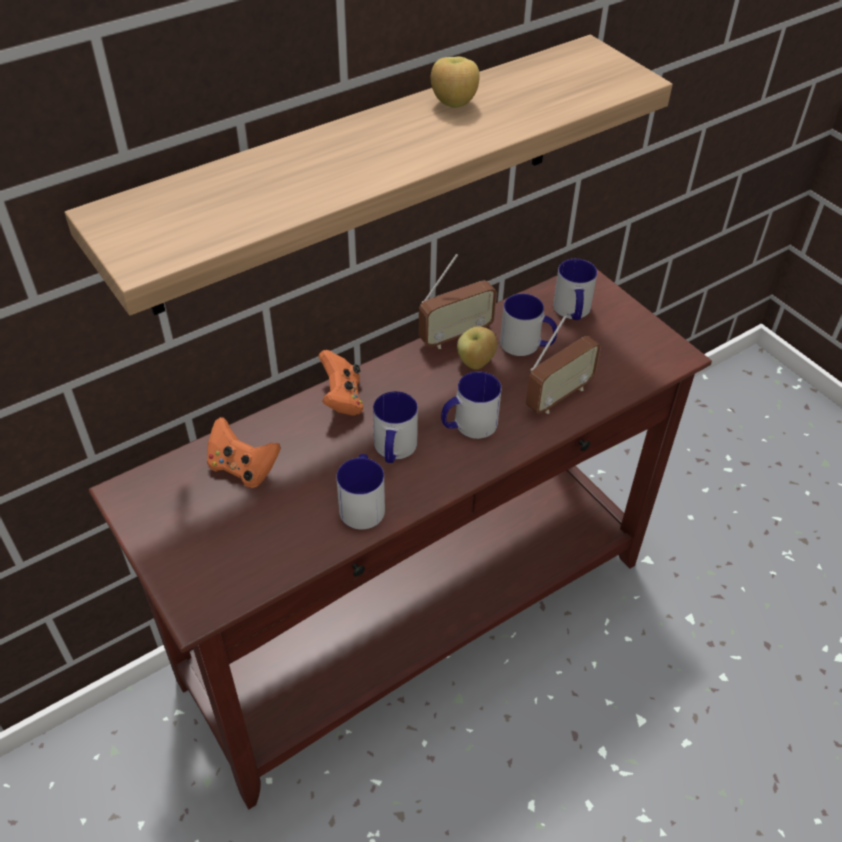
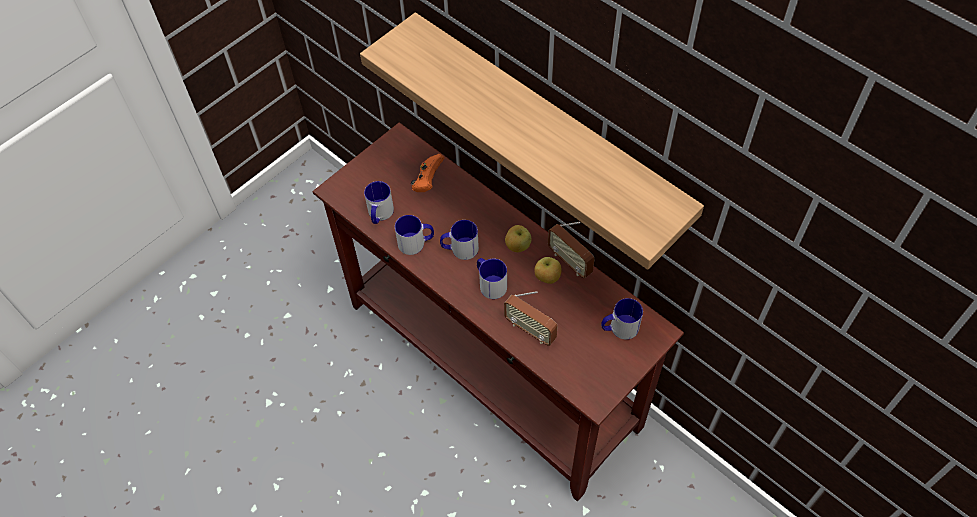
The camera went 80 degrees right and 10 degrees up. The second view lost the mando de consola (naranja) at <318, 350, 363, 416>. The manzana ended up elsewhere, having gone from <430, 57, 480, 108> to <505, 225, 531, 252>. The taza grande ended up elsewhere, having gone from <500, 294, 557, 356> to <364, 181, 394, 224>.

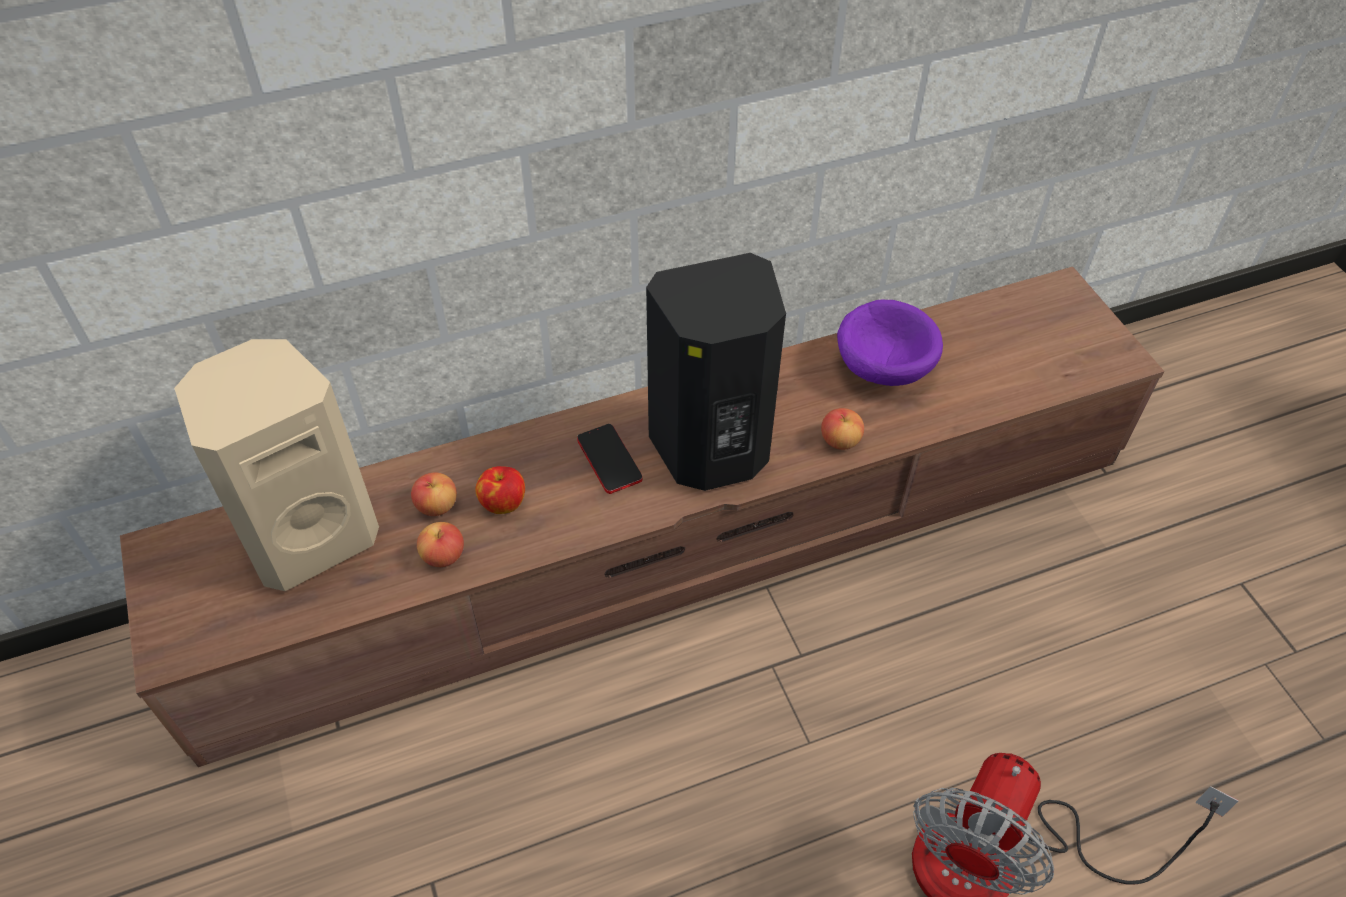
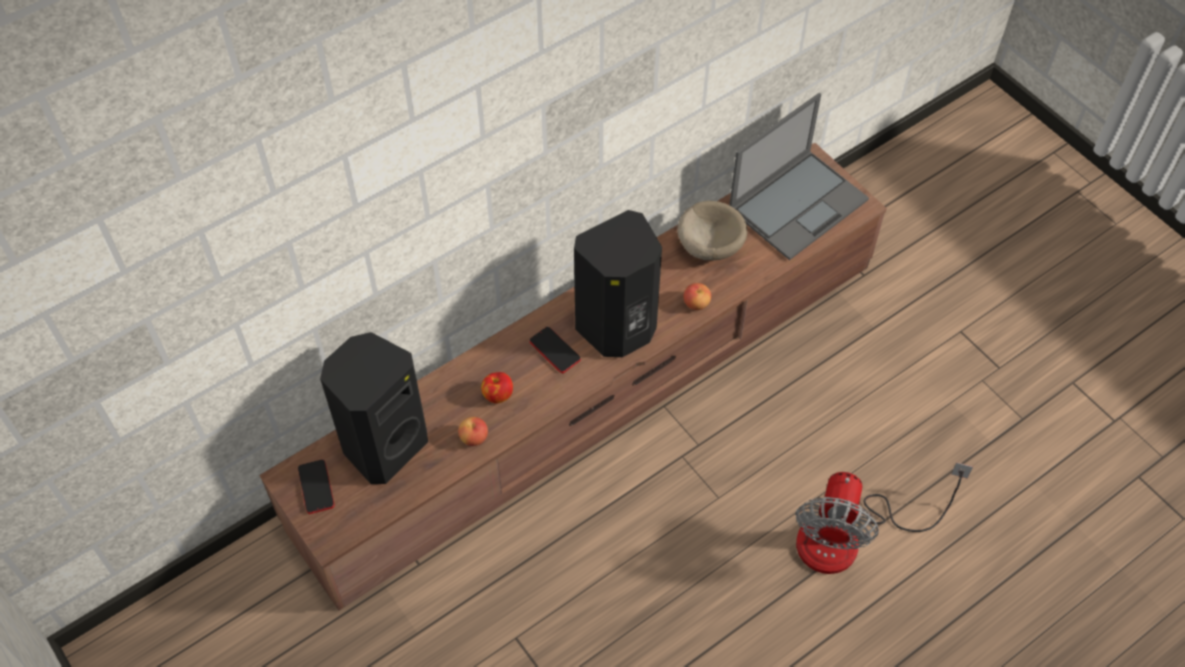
The camera went 15 degrees left and 5 degrees up. What was the altavoz (beis) at <174, 339, 379, 591> turned into the altavoz (negro) at <320, 332, 428, 484>. The second view lost the manzana at <411, 473, 457, 516>. What was the cuenco (morado) at <837, 299, 943, 386> turned into the cuenco (beis) at <677, 201, 747, 260>. The second view gained the móvil at <298, 459, 334, 514>. The second view gained the portátil at <729, 93, 869, 260>.

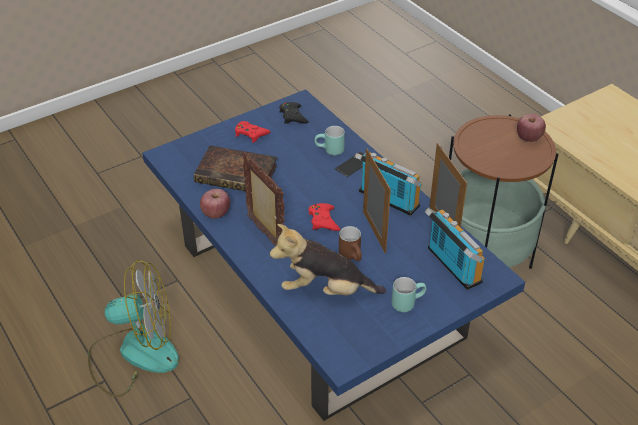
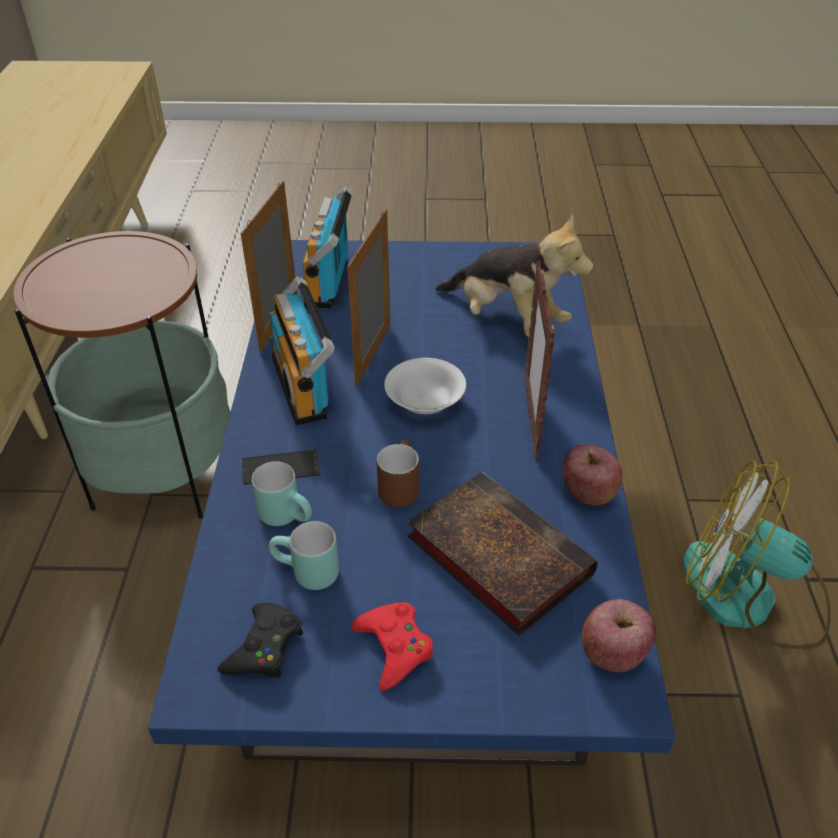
The camera went 145 degrees left and 0 degrees up. Where the mando de consola (rojo) stood at <309, 203, 340, 231>, the cuenco (blanco) came to stand at <384, 358, 466, 414>. The taza grande (marrón) ended up elsewhere, having gone from <339, 226, 362, 261> to <377, 439, 419, 508>. The taza grande (turquesa) ended up elsewhere, having gone from <392, 277, 426, 312> to <269, 521, 339, 590>. The manzana ended up elsewhere, having gone from <517, 114, 546, 142> to <582, 599, 656, 672>.

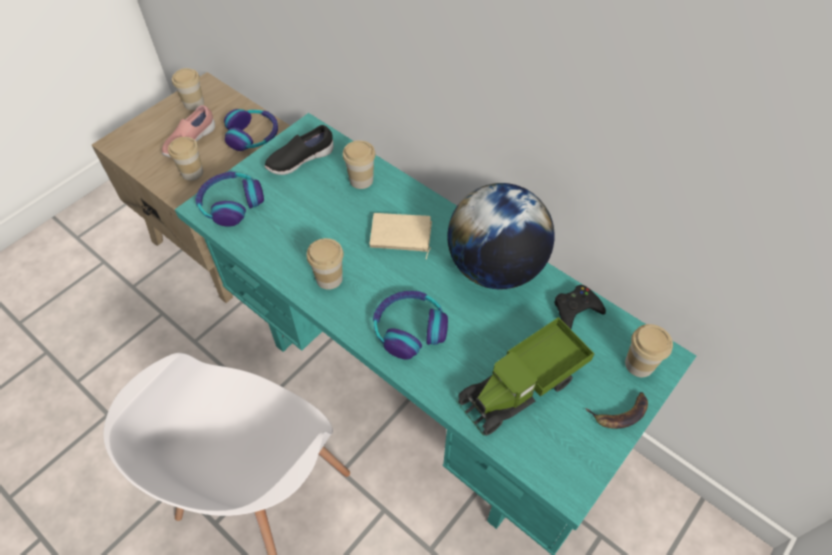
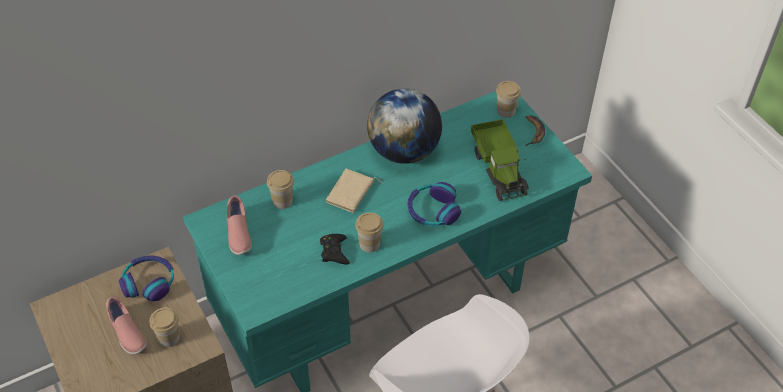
The camera went 70 degrees left and 5 degrees down. The second view lost the taza at <172, 68, 204, 110>. The second view lost the auriculares at <195, 172, 264, 227>. What was the zapato (negro) at <265, 125, 333, 175> turned into the zapato (rosa) at <227, 195, 252, 255>. The mando de consola (negro) ended up elsewhere, having gone from <554, 285, 606, 329> to <320, 234, 350, 264>.

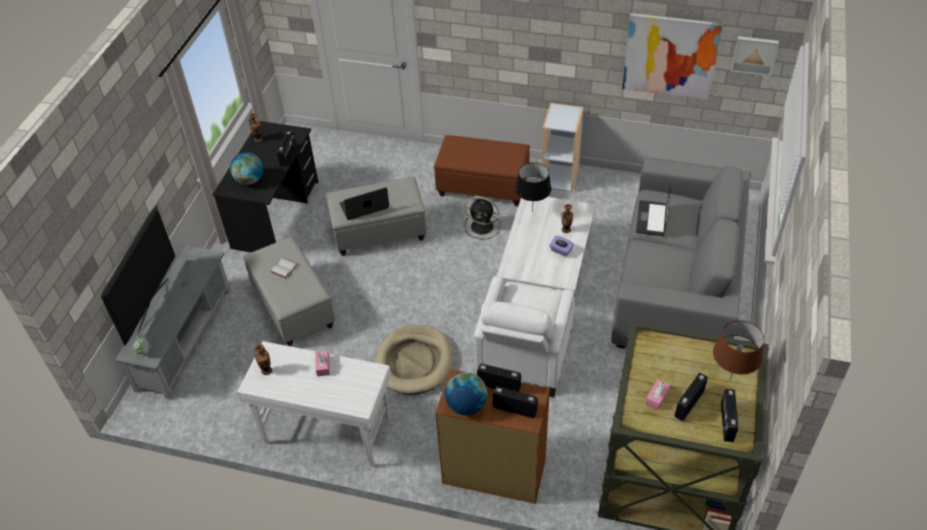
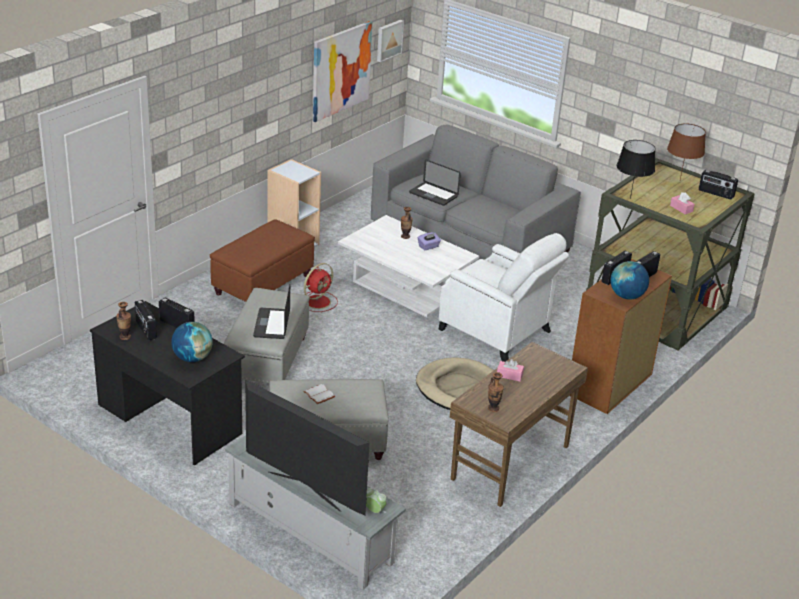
The camera went 70 degrees left and 15 degrees down. What was the mesa consola (blanco) at <237, 341, 391, 467> turned into the mesa consola (marrón) at <450, 342, 588, 507>. What was the ventilador (negro) at <464, 196, 501, 239> turned into the ventilador (rojo) at <304, 263, 338, 312>. The lámpara de mesa (negro) ended up elsewhere, having gone from <515, 162, 551, 212> to <617, 140, 655, 199>. The radio ended up elsewhere, having gone from <674, 373, 708, 421> to <135, 300, 157, 341>.

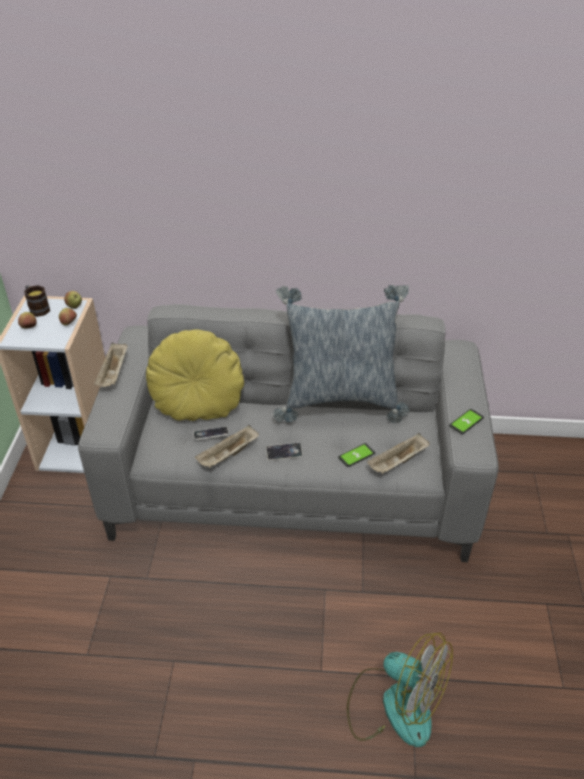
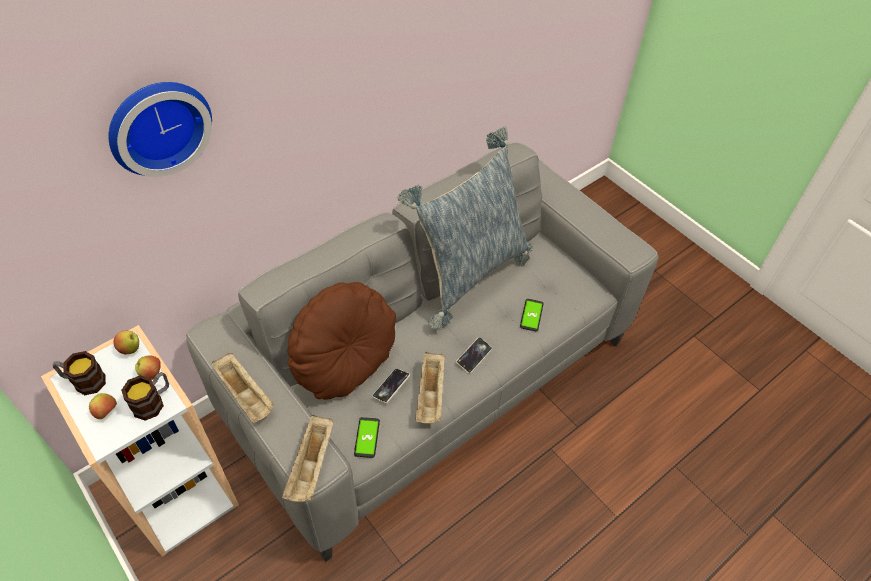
The camera went 45 degrees left and 10 degrees up. What was the cojín (amarillo) at <146, 329, 244, 421> turned into the cojín (marrón) at <287, 282, 396, 400>. The second view lost the ventilador at <347, 633, 453, 747>. The bandeja (beis) ended up elsewhere, having gone from <367, 433, 430, 474> to <282, 415, 334, 502>. The móvil ended up elsewhere, having gone from <449, 409, 484, 434> to <354, 417, 380, 458>. The second view gained the reloj de pared at <108, 82, 212, 177>. The second view gained the taza grande at <121, 372, 169, 421>.

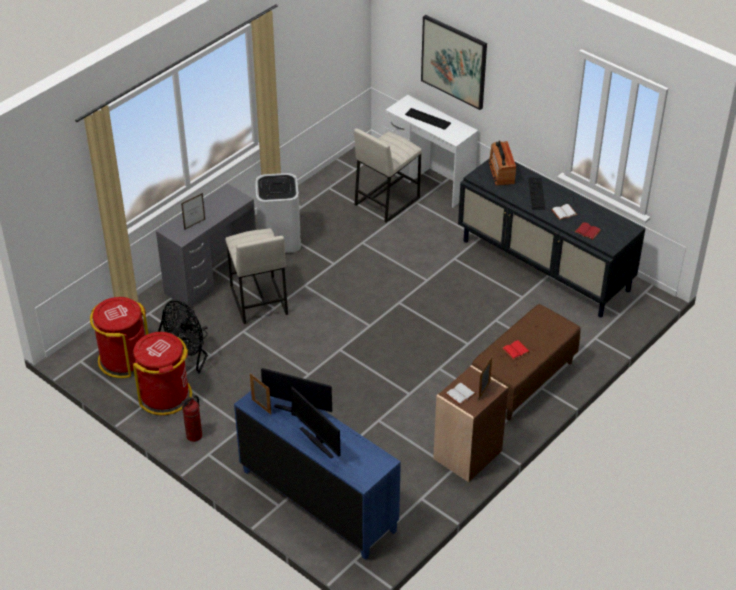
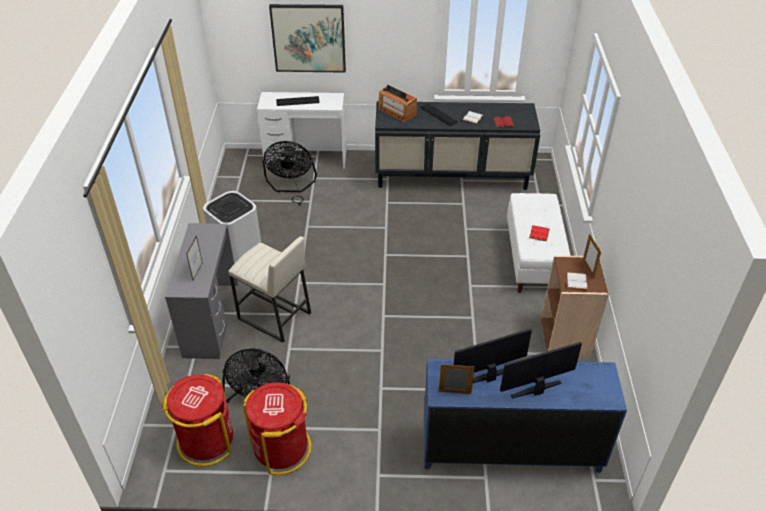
The camera went 40 degrees left and 0 degrees up. The second view lost the extintor at <181, 395, 202, 442>. The monitor at <291, 387, 341, 458> ended up facing another way, 150 degrees clockwise from before. Where the taburete (beis) stood at <354, 128, 422, 223>, the ventilador (negro) came to stand at <262, 141, 317, 205>. What was the banco (marrón) at <472, 304, 581, 420> turned into the banco (blanco) at <507, 193, 571, 293>.

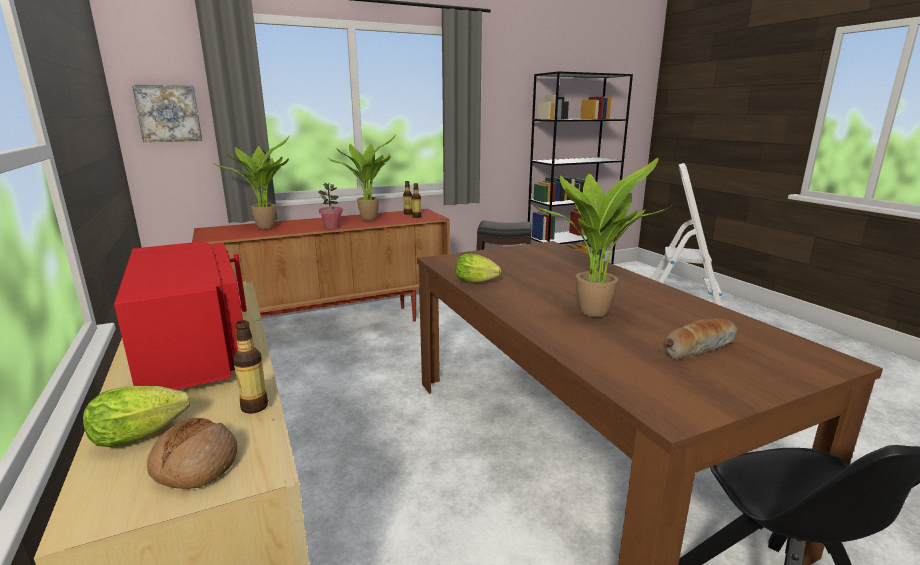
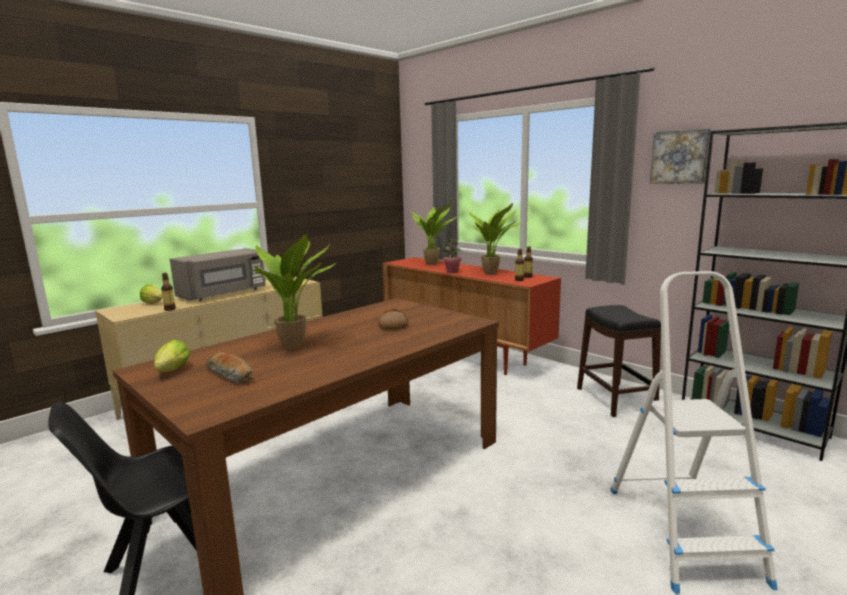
The camera went 70 degrees right and 5 degrees down. What was the microondas (rojo) at <114, 241, 247, 390> turned into the microondas (gris) at <170, 248, 266, 301>. The cuadro ended up elsewhere, having gone from <132, 85, 202, 142> to <650, 128, 710, 184>. The pan ended up elsewhere, having gone from <147, 418, 237, 489> to <378, 308, 408, 330>. The lechuga ended up elsewhere, having gone from <455, 253, 502, 283> to <154, 339, 190, 372>.

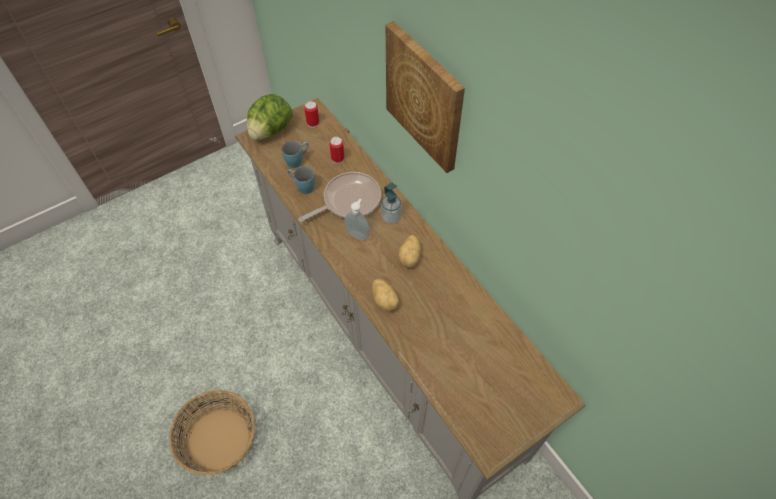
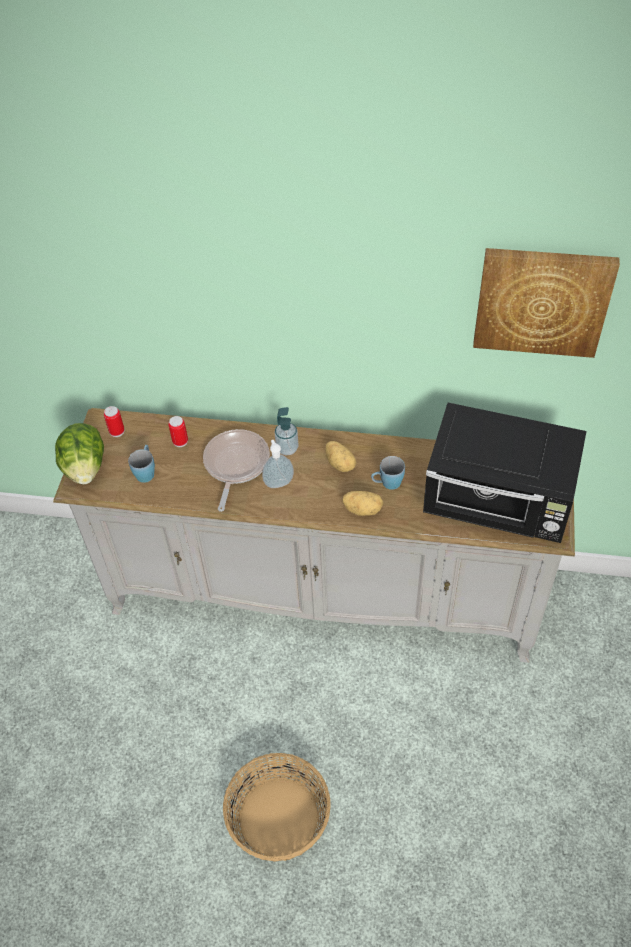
The camera went 45 degrees left and 5 degrees down. The taza grande (azul) ended up elsewhere, having gone from <287, 166, 315, 194> to <371, 456, 405, 490>. The cuadro ended up elsewhere, having gone from <385, 21, 465, 173> to <473, 248, 620, 358>. The second view gained the microondas (negro) at <423, 403, 587, 543>.

